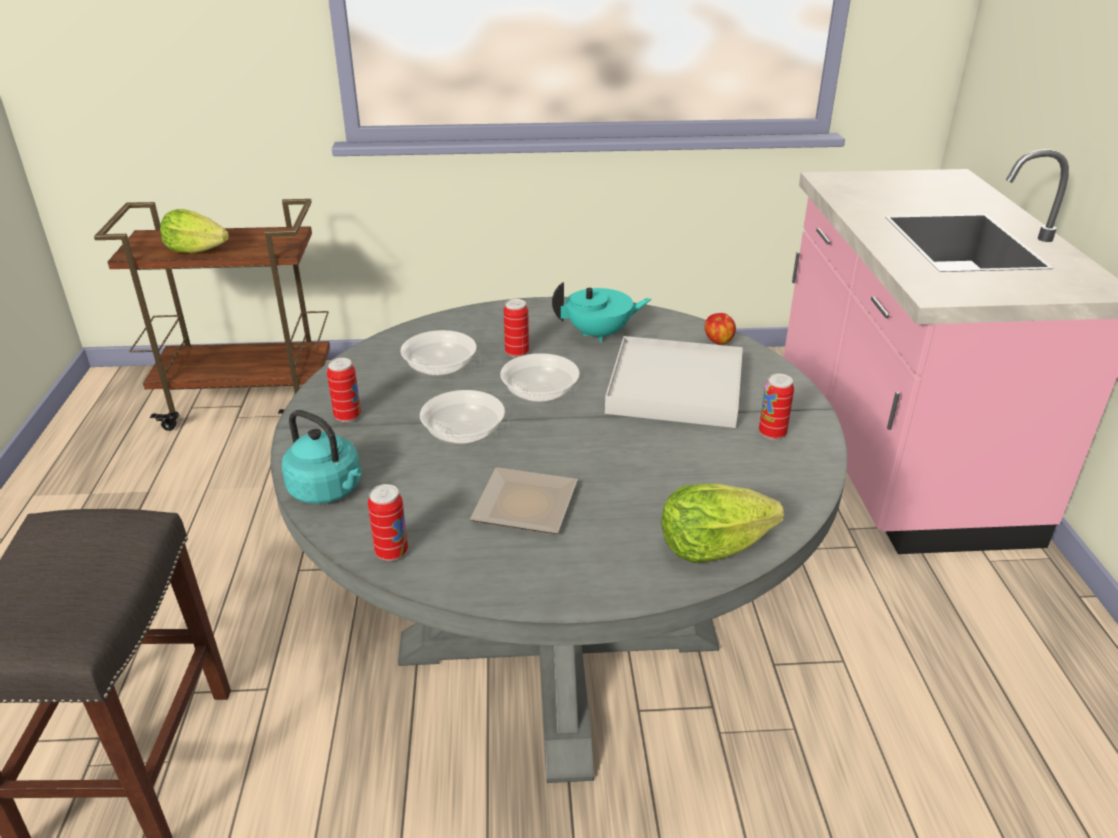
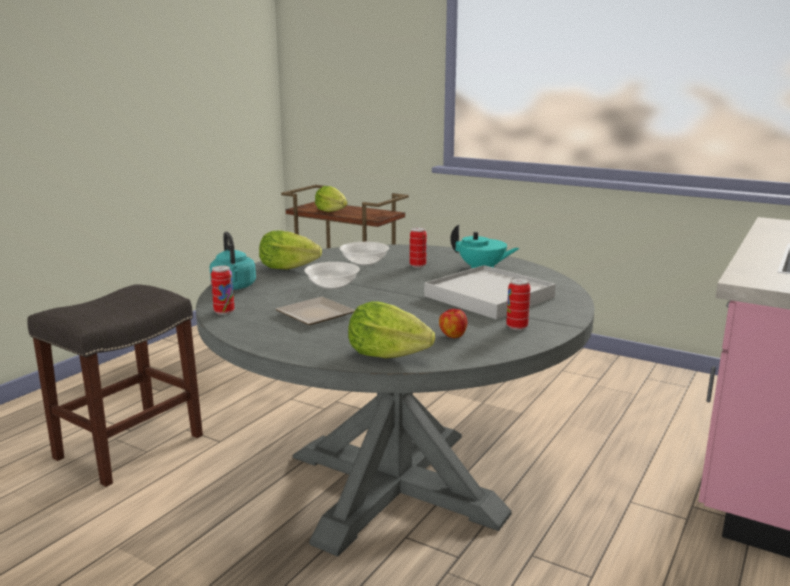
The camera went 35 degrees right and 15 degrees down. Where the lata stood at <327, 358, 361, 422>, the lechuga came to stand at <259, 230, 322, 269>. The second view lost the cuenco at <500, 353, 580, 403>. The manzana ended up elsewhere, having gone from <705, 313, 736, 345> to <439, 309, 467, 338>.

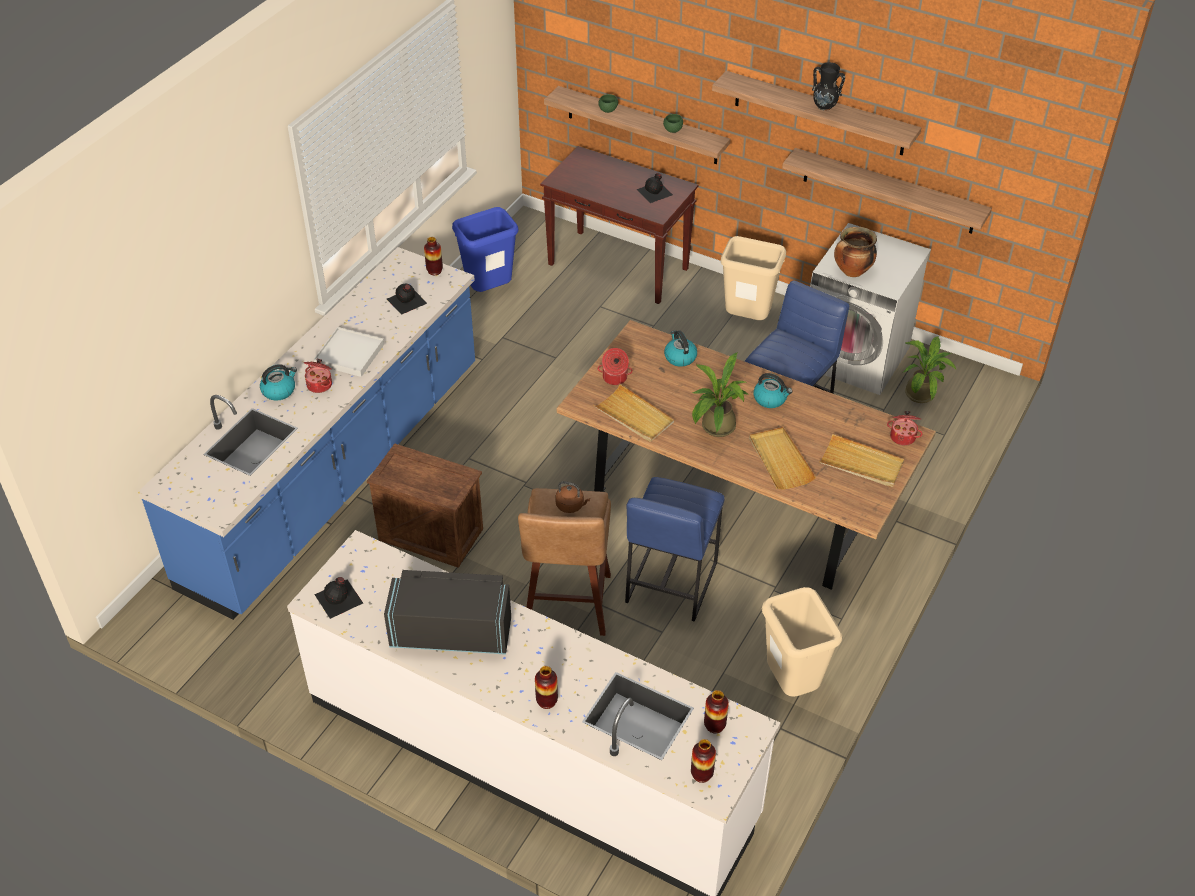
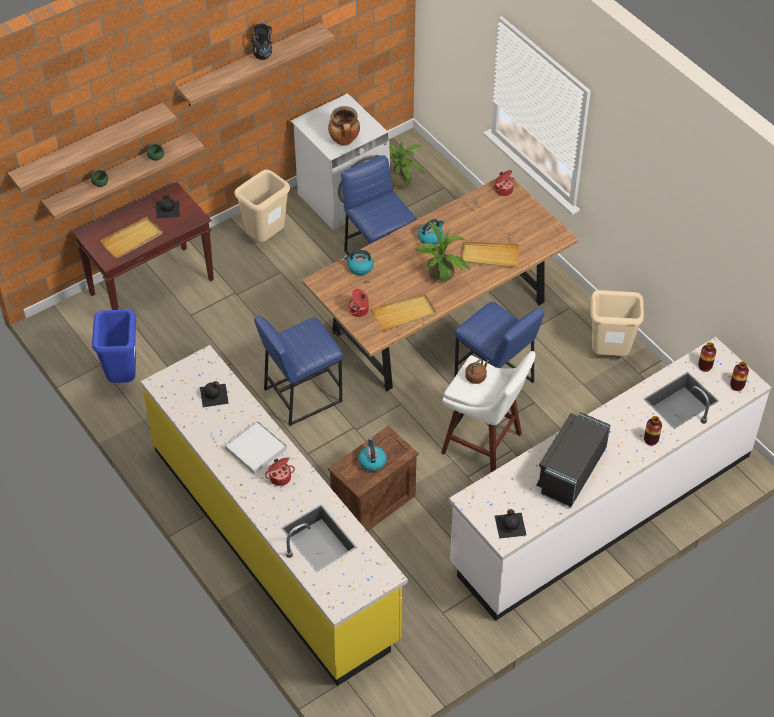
The camera went 65 degrees left and 5 degrees up. What was the mueble bajo de cocina (azul) at <138, 247, 475, 620> turned into the mueble bajo de cocina (amarillo) at <141, 345, 408, 686>. The hervidor ended up elsewhere, having gone from <260, 364, 297, 401> to <358, 438, 386, 471>. The second view lost the florero at <424, 237, 443, 275>. What was the taburete (marrón) at <518, 488, 611, 636> turned into the taburete (blanco) at <441, 351, 536, 472>. The estante ended up elsewhere, having gone from <782, 148, 992, 234> to <8, 102, 176, 192>. The bandeja (beis) ended up elsewhere, having gone from <819, 434, 904, 487> to <100, 216, 163, 258>. The second view gained the silla (azul) at <254, 316, 343, 426>.

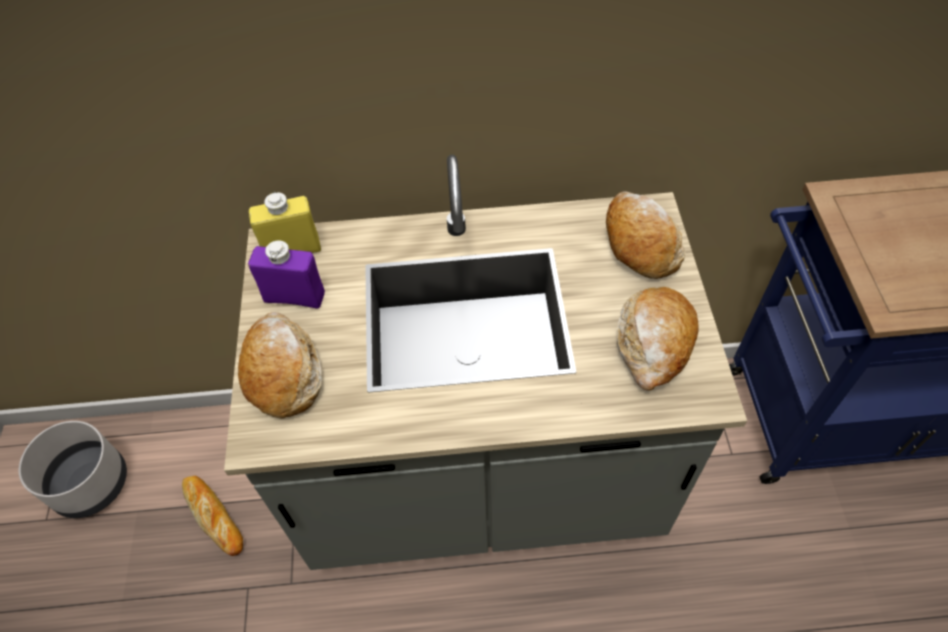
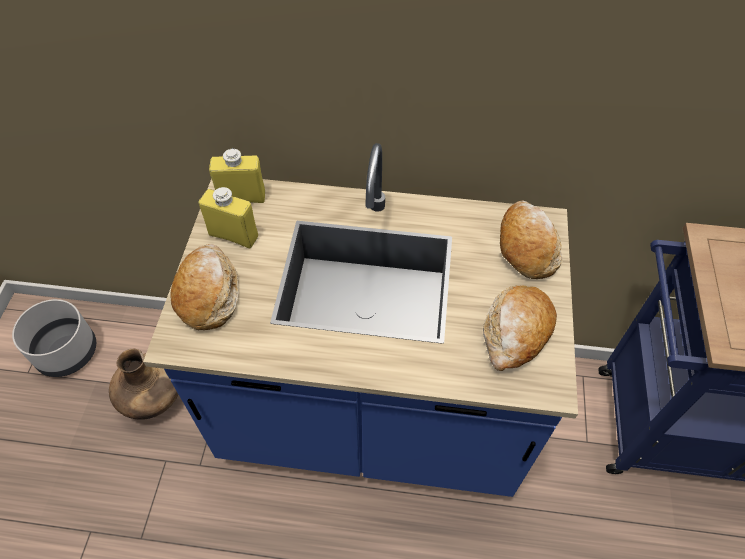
The camera went 10 degrees right and 0 degrees up. Where the pan stood at <182, 475, 243, 556>, the florero (marrón) came to stand at <109, 349, 178, 420>. What was the mueble bajo de cocina (gris) at <224, 155, 747, 570> turned into the mueble bajo de cocina (azul) at <143, 143, 578, 497>. What was the botella (morado) at <248, 240, 325, 309> turned into the botella (amarillo) at <199, 187, 258, 248>.

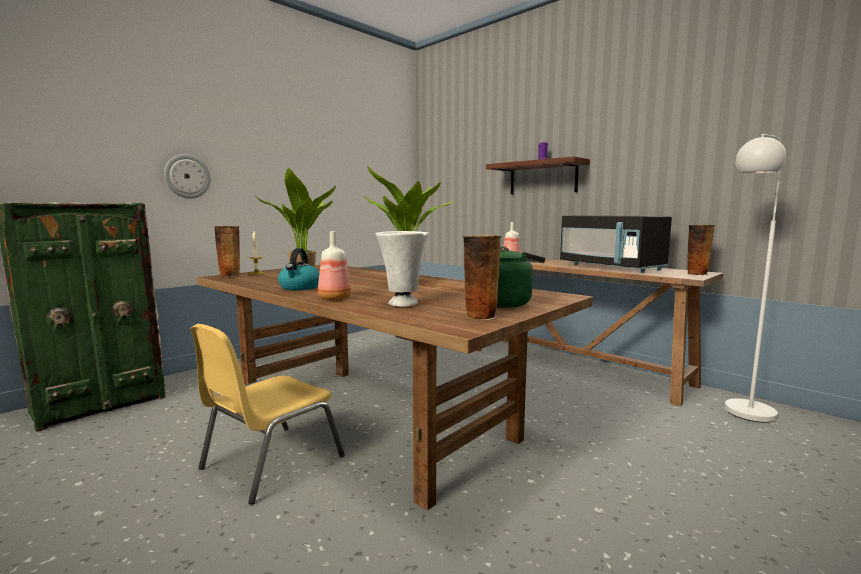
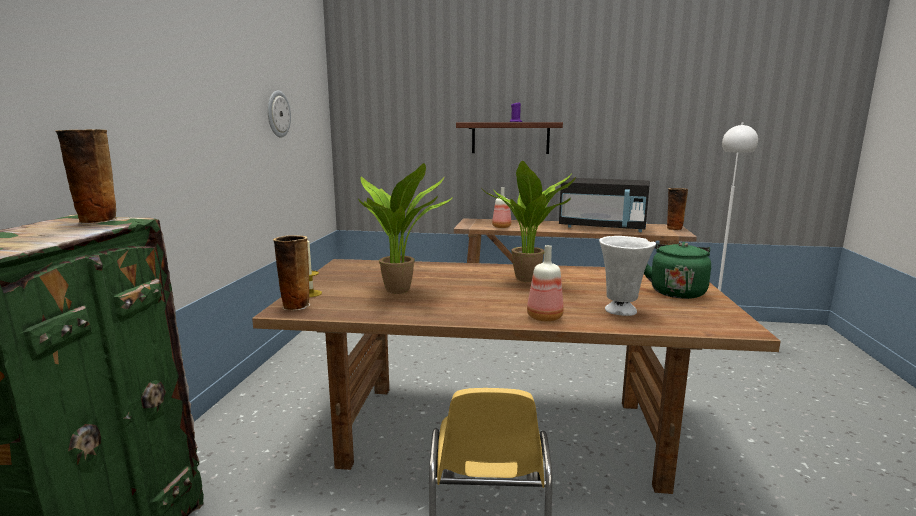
The camera went 35 degrees left and 5 degrees up. The reloj de pared ended up elsewhere, having gone from <164, 154, 211, 199> to <268, 90, 291, 137>. The second view lost the hervidor at <278, 248, 320, 290>. The florero ended up elsewhere, having gone from <463, 235, 501, 320> to <56, 129, 119, 224>.

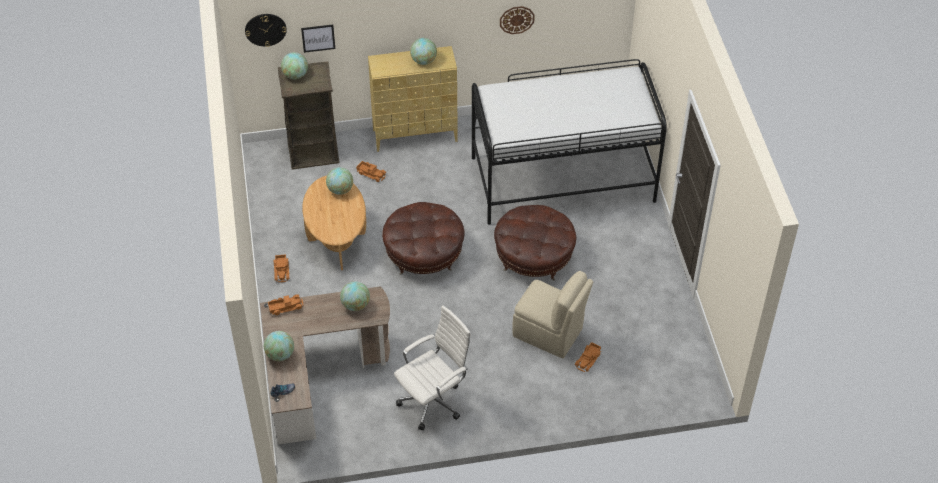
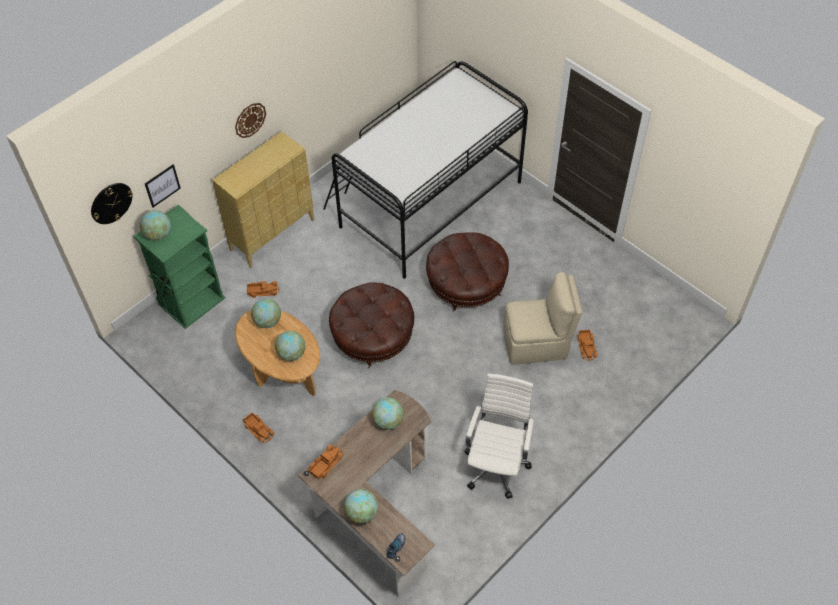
The camera went 35 degrees left and 5 degrees up. What was the estantería (marrón) at <278, 62, 340, 170> turned into the estantería (verde) at <133, 205, 225, 329>. The globo terráqueo ended up elsewhere, having gone from <410, 38, 437, 65> to <275, 331, 305, 361>. The reloj de pared ended up elsewhere, having gone from <500, 6, 535, 34> to <235, 103, 266, 138>.

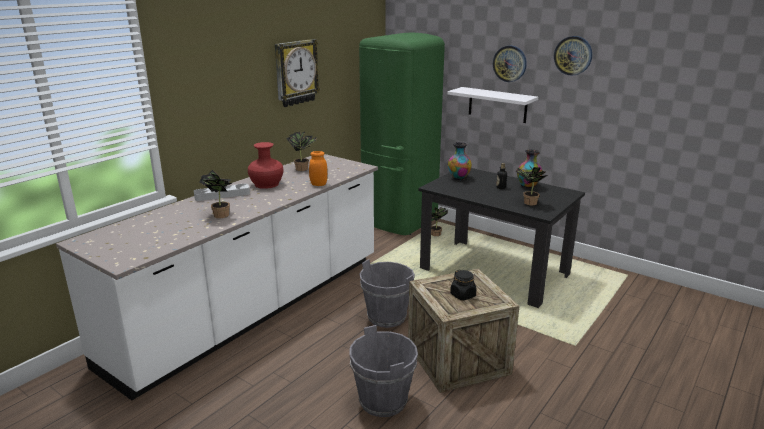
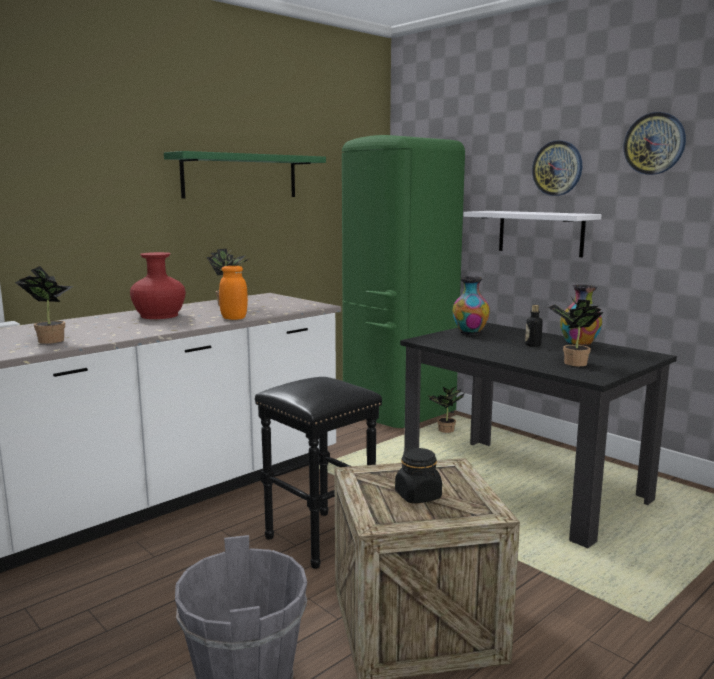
The camera went 10 degrees right and 10 degrees down. The second view lost the bandeja (gris) at <194, 184, 250, 201>. Where the reloj de pared hung at <275, 39, 320, 107>, the estante (verde) came to hang at <164, 151, 326, 199>. Where the cubo (gris) stood at <359, 259, 415, 328>, the taburete (negro) came to stand at <255, 377, 382, 569>.

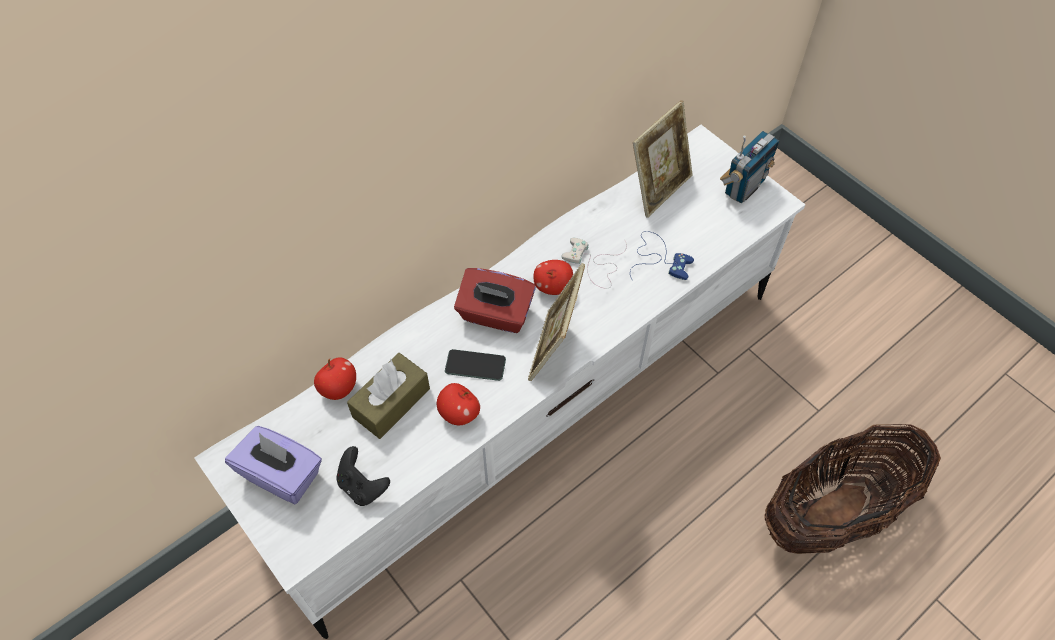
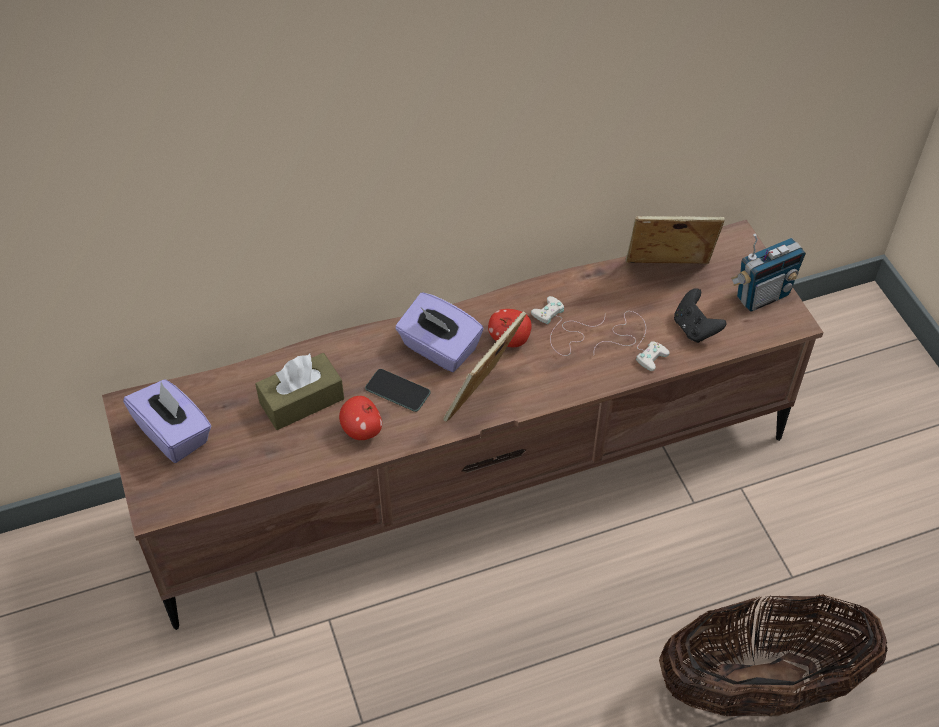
The camera went 20 degrees right and 5 degrees down. What was the mueble de televisión (blanco) at <194, 125, 806, 639> turned into the mueble de televisión (marrón) at <102, 220, 824, 630>. The second view lost the manzana at <314, 357, 356, 400>. The mando de consola (negro) ended up elsewhere, having gone from <336, 446, 390, 506> to <674, 288, 726, 343>. What was the caja de pañuelos (rojo) at <454, 268, 536, 333> turned into the caja de pañuelos (morado) at <395, 292, 483, 372>. What was the mando de consola (azul) at <630, 231, 694, 280> turned into the mando de consola (blanco) at <594, 311, 670, 371>. The portarretratos at <633, 100, 693, 218> ended up facing another way, 150 degrees counterclockwise from before.

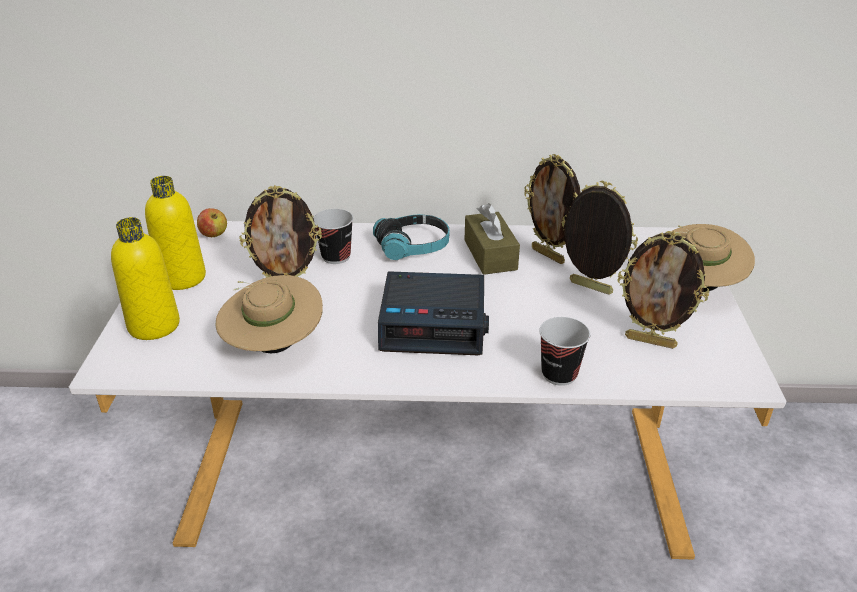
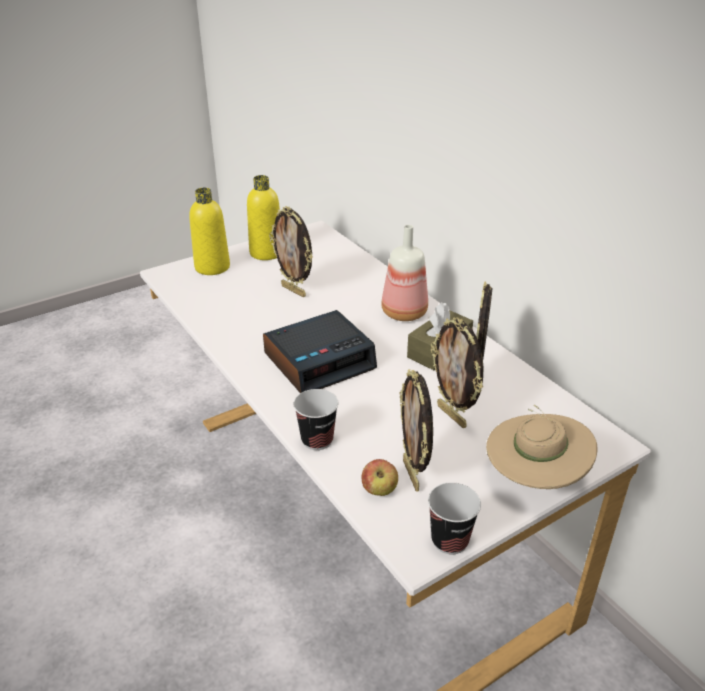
The camera went 55 degrees right and 0 degrees up. The manzana ended up elsewhere, having gone from <197, 208, 227, 237> to <361, 459, 398, 496>. The second view lost the sombrero (beis) at <215, 275, 323, 353>. The taza ended up elsewhere, having gone from <313, 209, 353, 264> to <428, 482, 481, 554>. Where the auriculares stood at <373, 214, 450, 260>, the botella came to stand at <381, 225, 428, 321>. The despertador at <378, 271, 489, 355> ended up facing another way, 90 degrees counterclockwise from before. The portarretratos at <561, 181, 638, 295> ended up facing another way, 150 degrees clockwise from before.

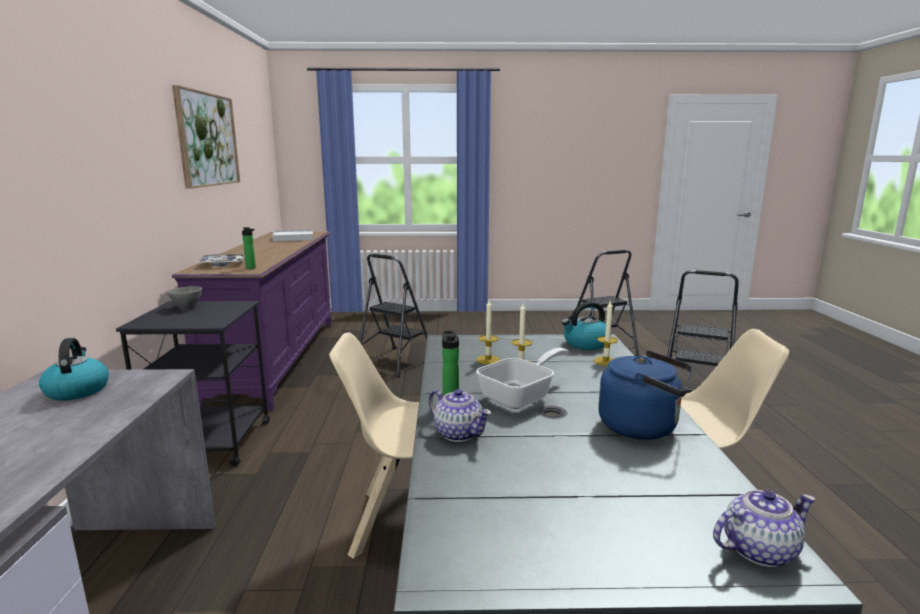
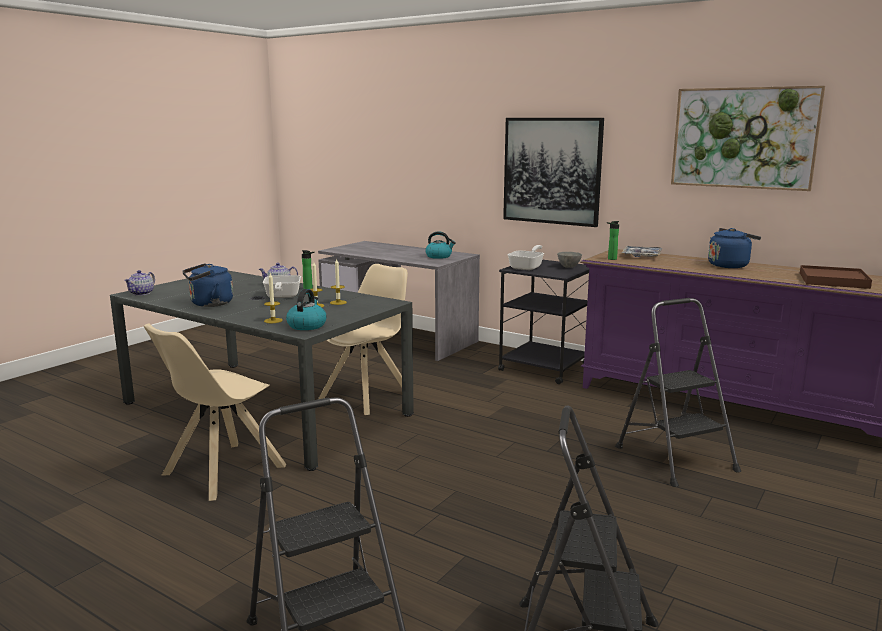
The camera went 125 degrees right and 0 degrees up. What was the bandeja (blanco) at <272, 229, 313, 241> turned into the bandeja (marrón) at <800, 265, 872, 289>. The second view gained the cuadro at <503, 118, 604, 227>. The second view gained the sartén at <507, 245, 544, 270>. The second view gained the hervidor (azul) at <708, 228, 761, 268>.

